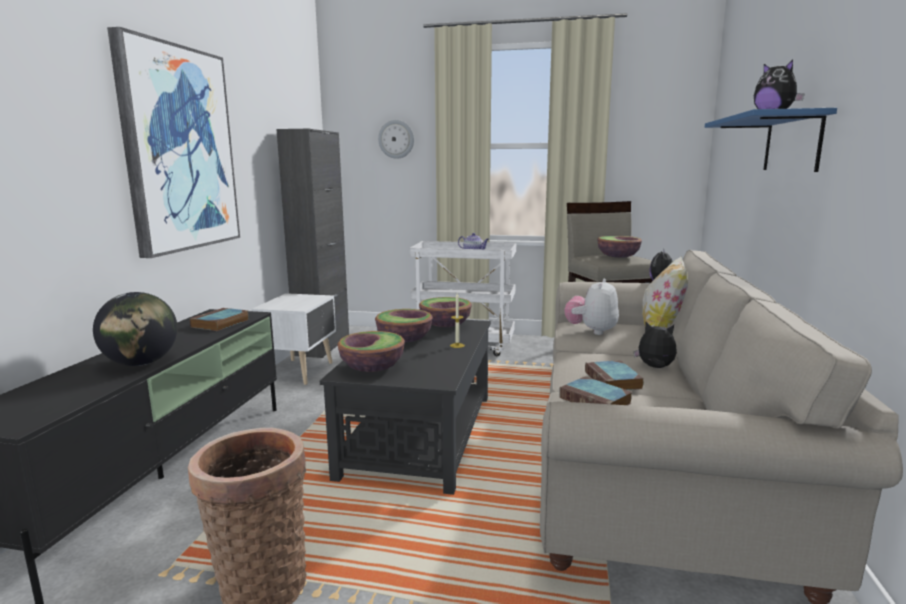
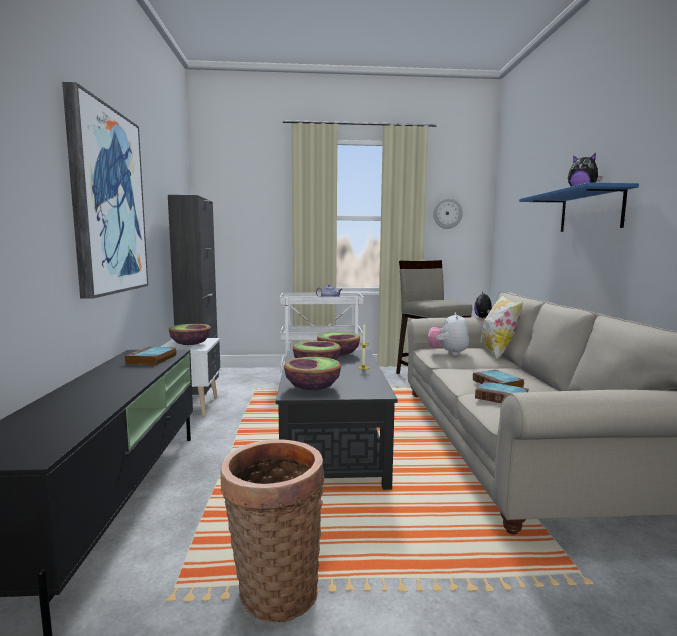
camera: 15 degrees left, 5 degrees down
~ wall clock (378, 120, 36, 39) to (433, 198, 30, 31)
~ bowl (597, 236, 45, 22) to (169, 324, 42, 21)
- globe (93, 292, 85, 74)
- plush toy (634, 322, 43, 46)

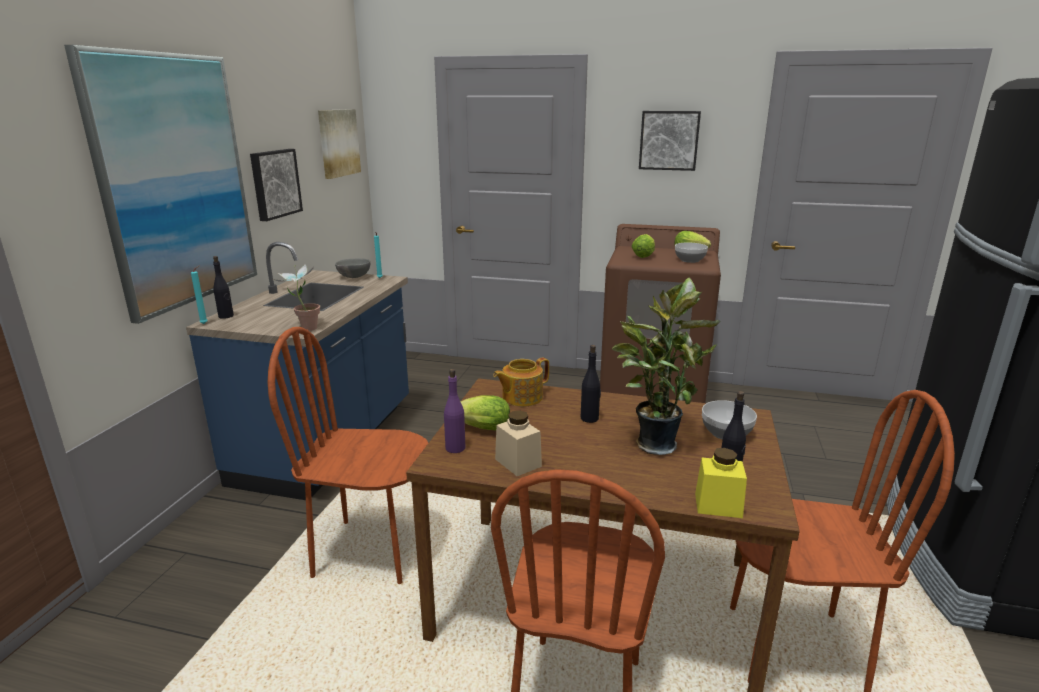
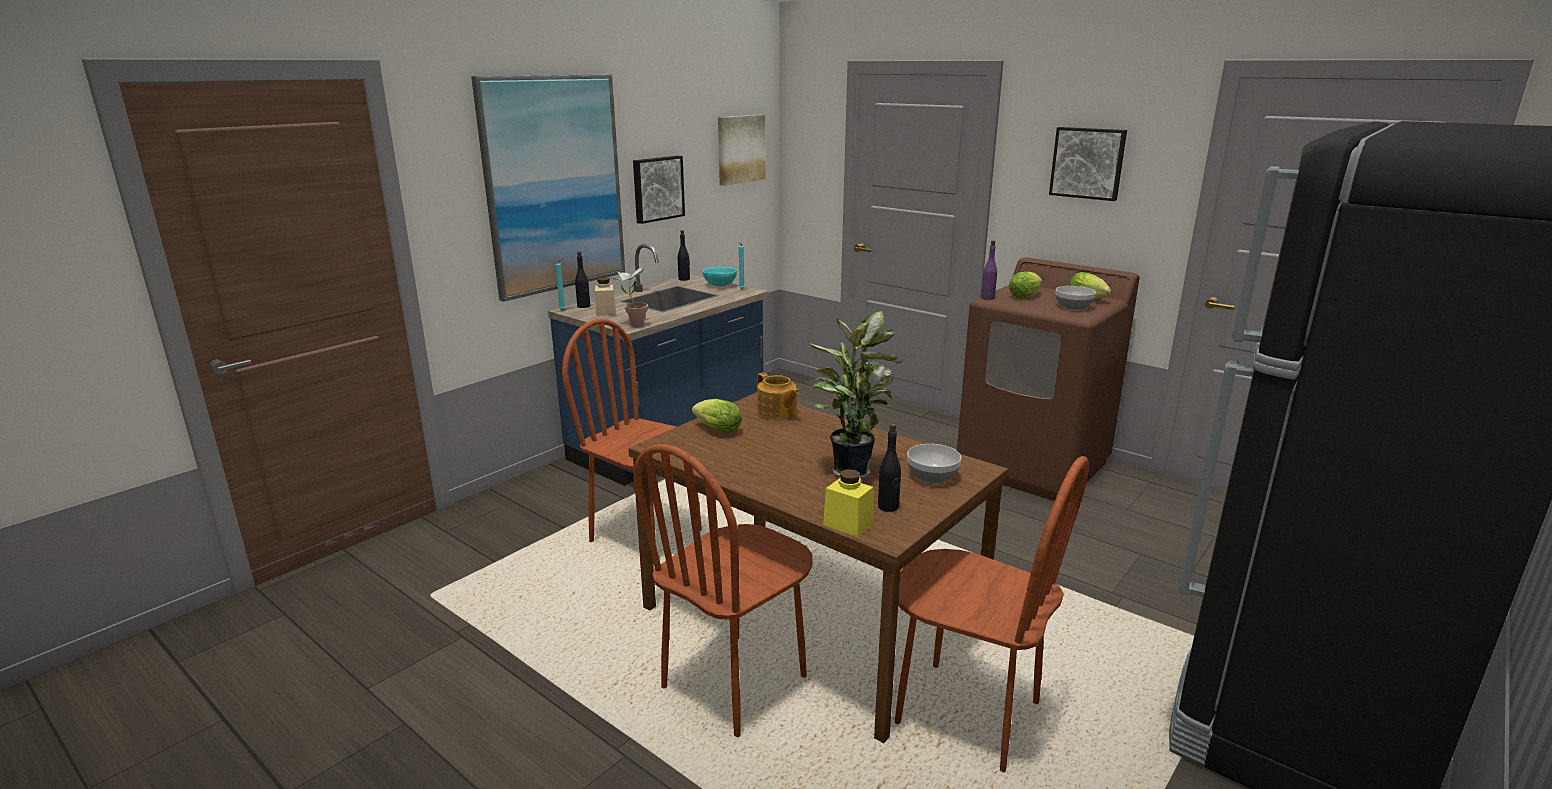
camera: 25 degrees right, 0 degrees up
~ grey bowl (335, 258, 35, 20) to turquoise bowl (703, 267, 34, 19)
~ black bottle (581, 345, 20, 78) to (678, 230, 12, 51)
~ teapot (493, 358, 56, 49) = (757, 372, 42, 49) 120 degrees counterclockwise
~ purple bottle (444, 369, 21, 84) to (981, 240, 16, 60)
~ beige jar (495, 411, 47, 65) to (595, 277, 21, 39)

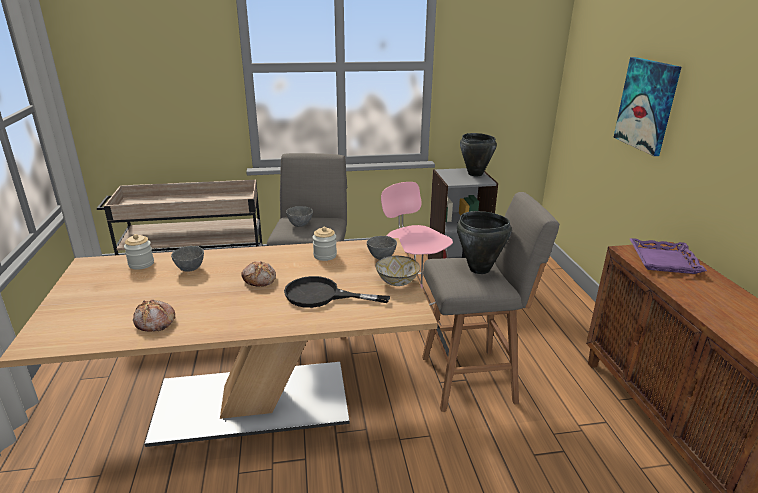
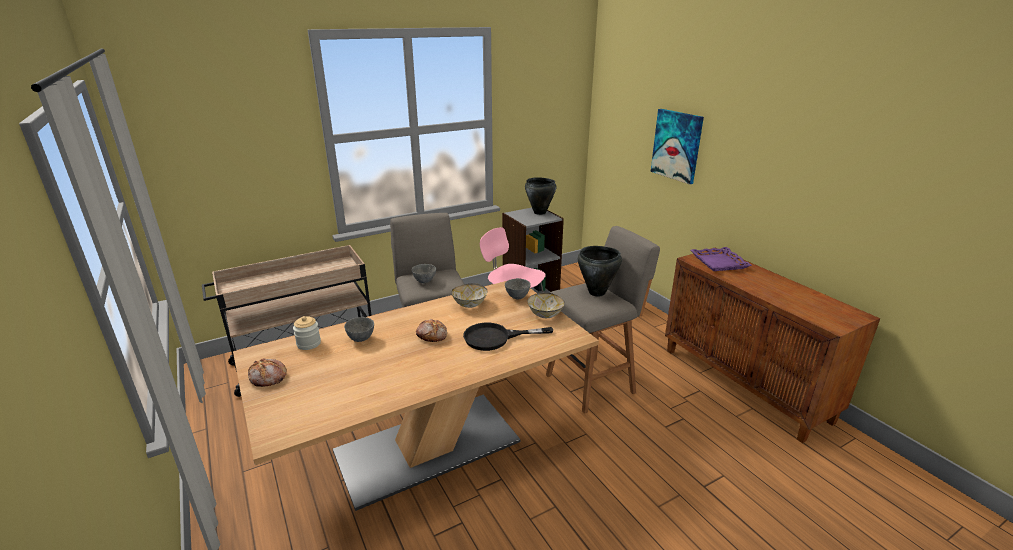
camera: 20 degrees left, 0 degrees up
~ jar (313, 227, 24, 34) to bowl (452, 284, 35, 24)
~ bread (133, 300, 42, 32) to (248, 358, 39, 29)

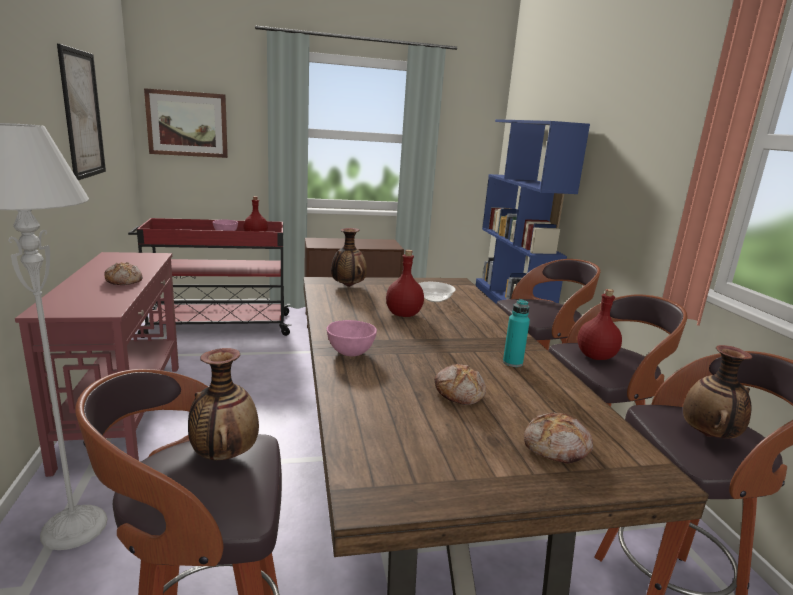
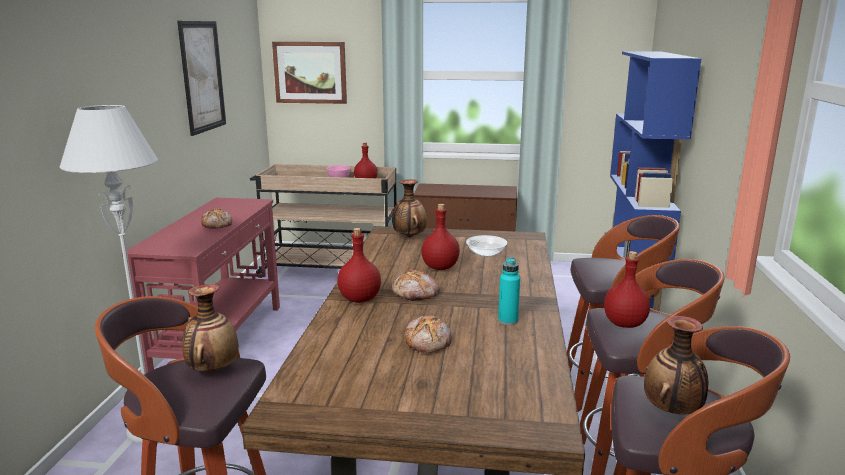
camera: 20 degrees right, 0 degrees up
~ red cart (128, 218, 163, 120) to beige cart (250, 164, 147, 114)
~ pink bowl (327, 320, 50, 36) to red bottle (337, 228, 44, 75)
~ bread (524, 412, 69, 52) to (392, 269, 48, 32)

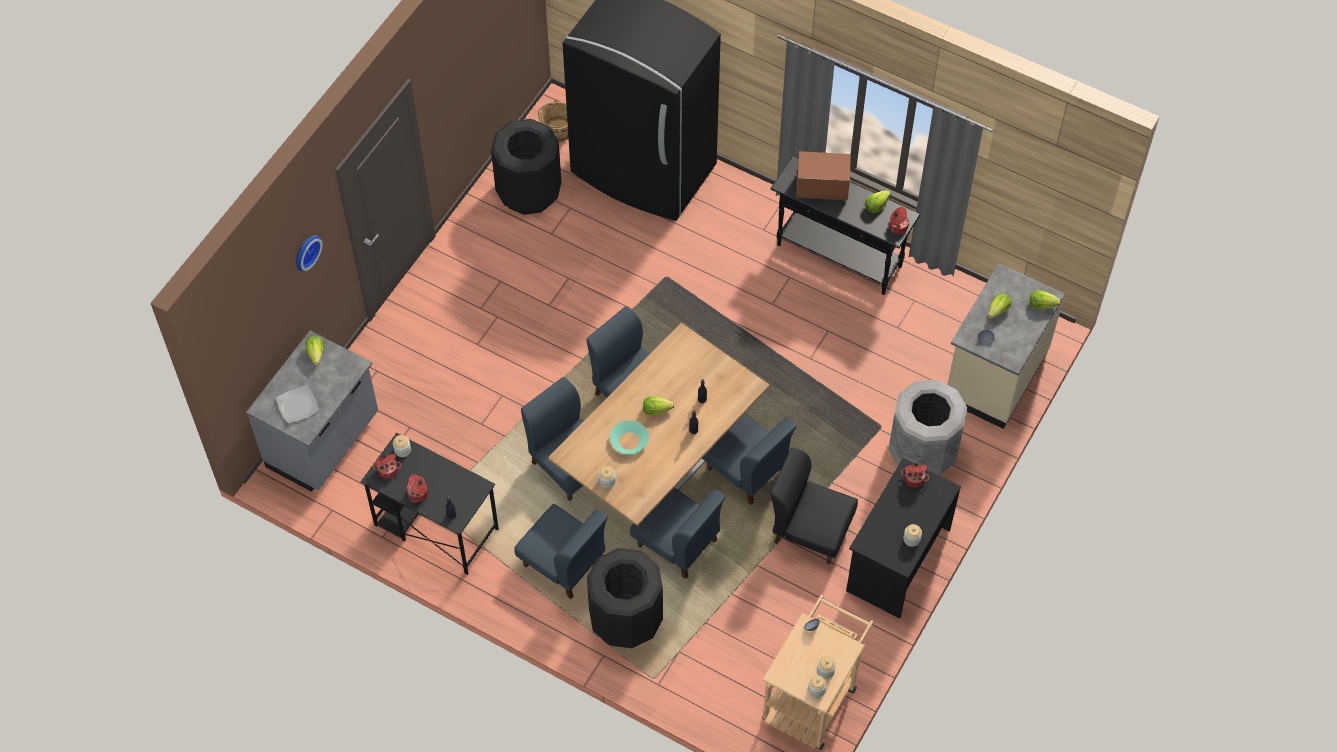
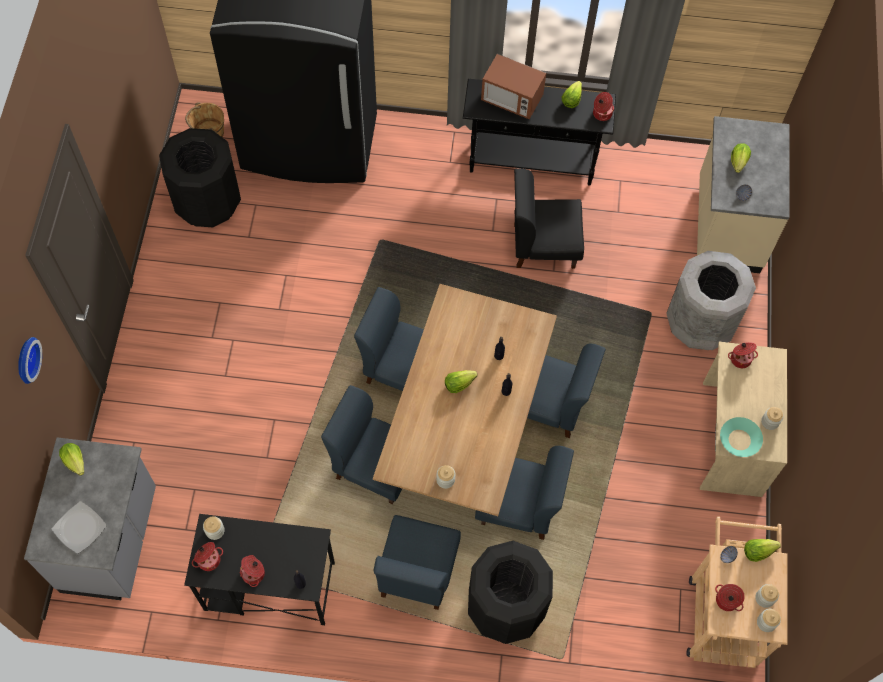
camera: 25 degrees left, 5 degrees up
~ microwave (796, 151, 55, 49) = (481, 54, 65, 65) 135 degrees counterclockwise
~ lettuce (1030, 290, 31, 19) to (744, 539, 37, 23)
~ turquoise bowl (610, 420, 39, 34) to (720, 417, 43, 40)
~ black chair (770, 447, 88, 117) to (514, 168, 70, 101)
~ black desk (846, 458, 115, 160) to beige desk (700, 342, 87, 155)
~ blue chair (514, 504, 94, 95) = (374, 515, 87, 95) 90 degrees clockwise
+ cooking pot (715, 584, 30, 27)

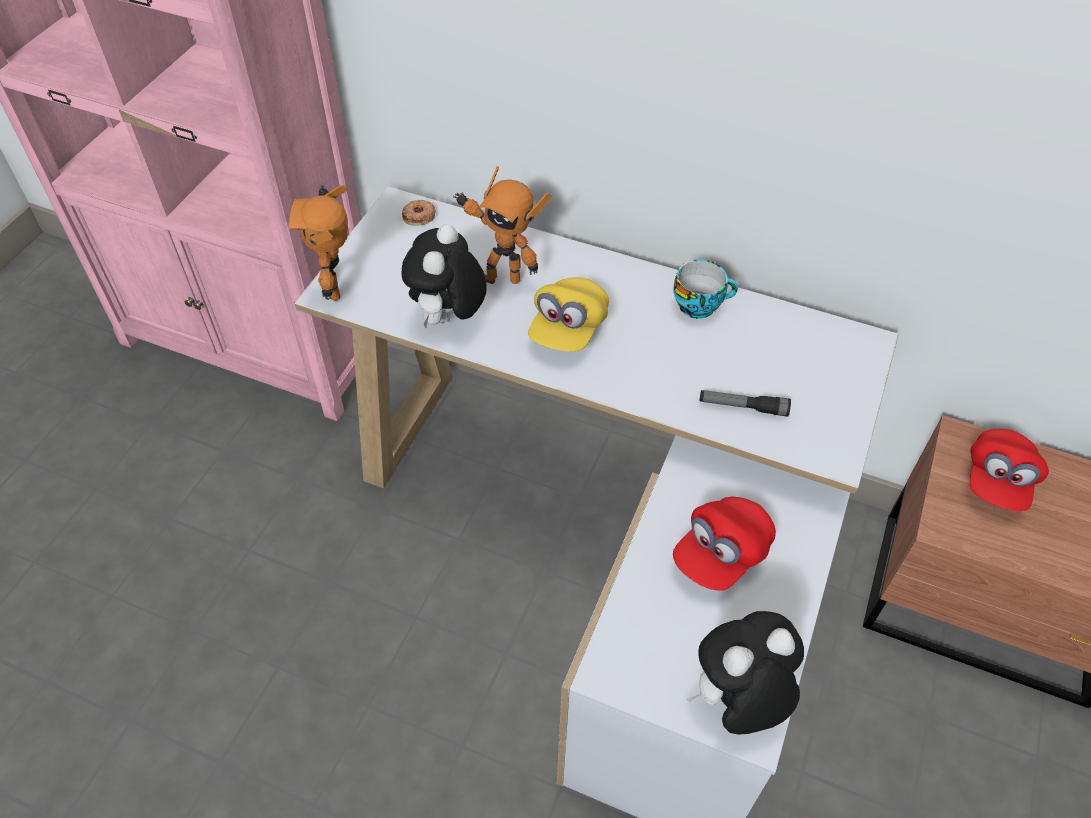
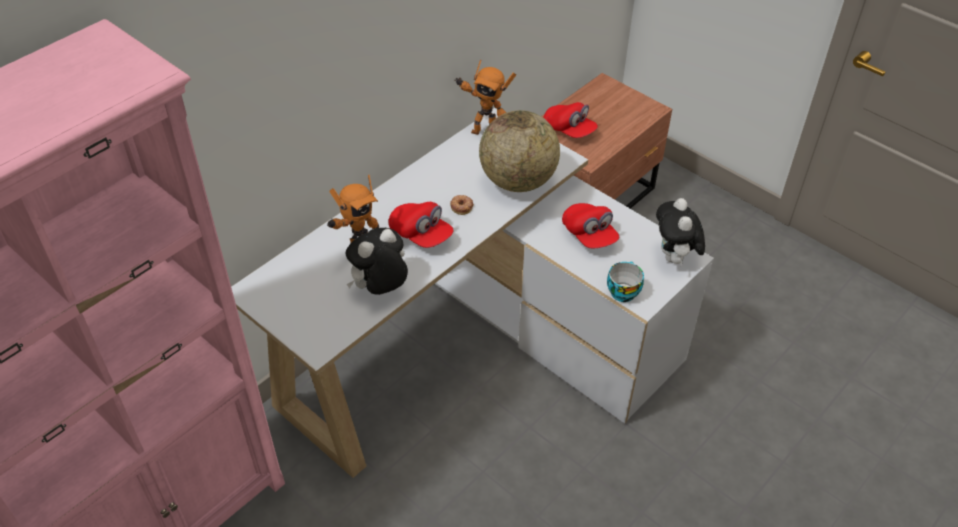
camera: 70 degrees left, 5 degrees down
~ toy robot (288, 184, 60, 117) to (454, 60, 62, 75)
~ donut (402, 200, 34, 26) to (450, 195, 24, 20)
~ plush toy (402, 224, 85, 104) = (346, 228, 62, 67) 105 degrees clockwise
~ cup (673, 259, 65, 60) to (607, 261, 37, 41)
~ yellow cap (528, 277, 81, 75) to red cap (388, 202, 66, 46)
~ flashlight (700, 390, 91, 27) to globe (479, 110, 81, 82)

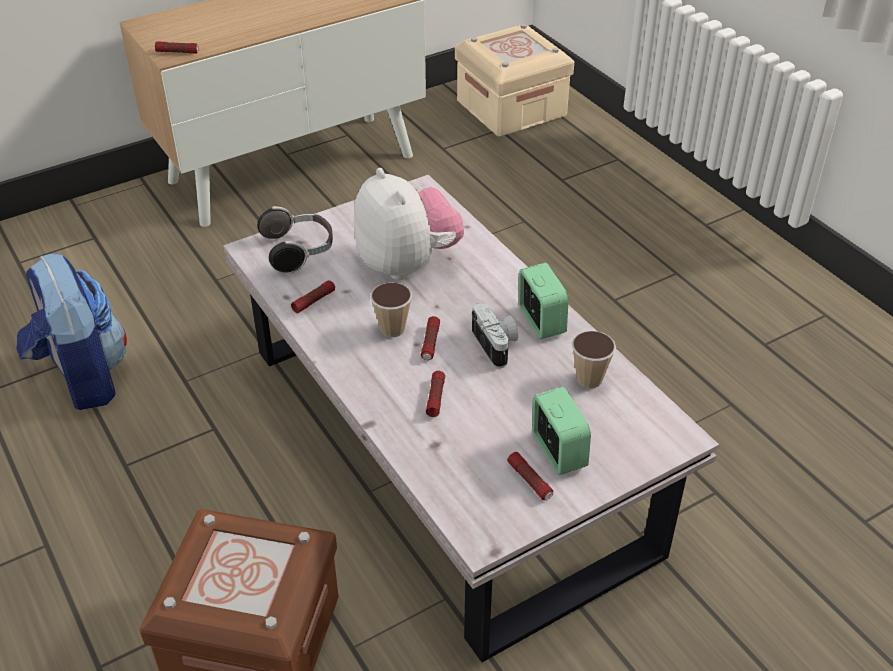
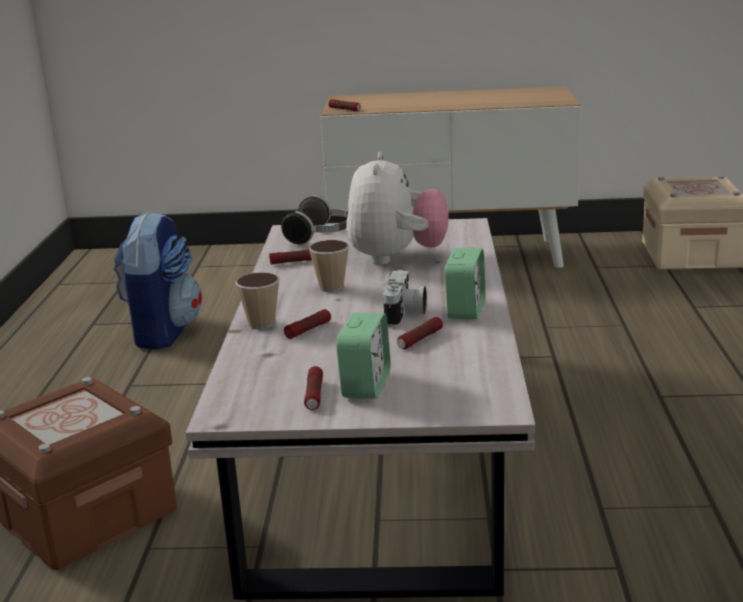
camera: 35 degrees right, 20 degrees down
~ flashlight (421, 316, 19, 44) to (397, 317, 46, 32)
~ cup (572, 331, 44, 57) to (235, 272, 45, 58)

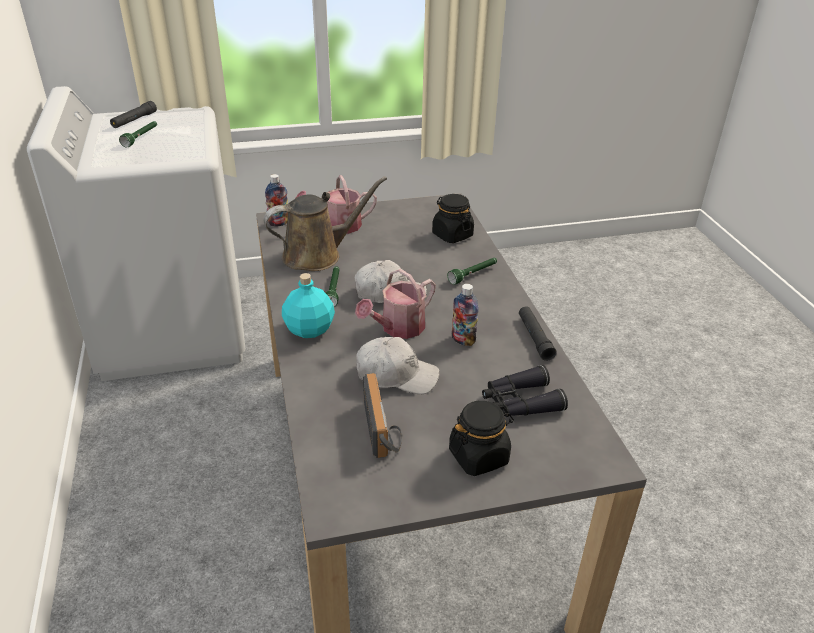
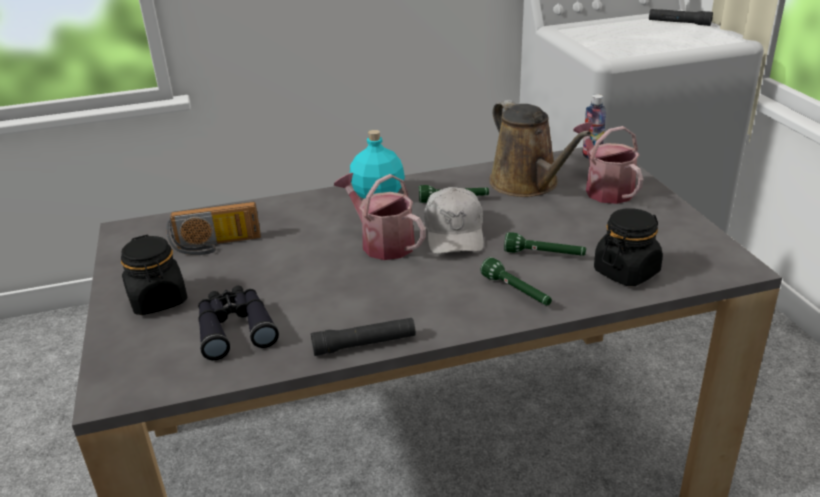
camera: 90 degrees right, 5 degrees down
~ green flashlight (119, 121, 38, 27) to (504, 232, 82, 24)
- bottle (452, 284, 26, 62)
- white cap (356, 337, 84, 57)

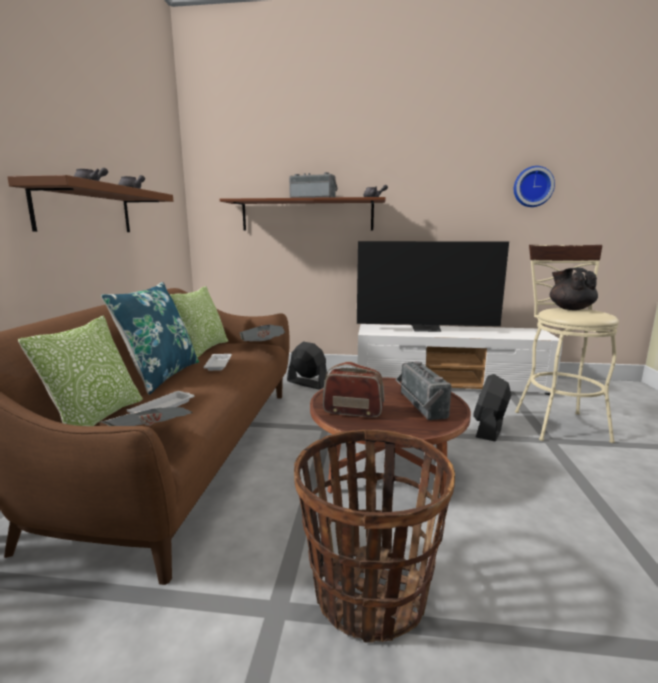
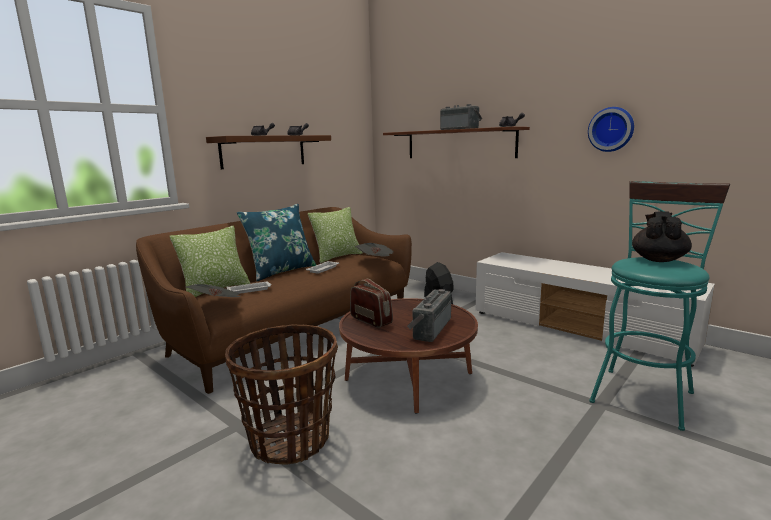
camera: 35 degrees right, 0 degrees up
~ wall clock (514, 166, 41, 41) to (588, 107, 46, 45)
- television (357, 241, 152, 91)
~ beige stool (515, 245, 104, 198) to turquoise stool (589, 181, 141, 250)
- black fan (473, 374, 38, 68)

